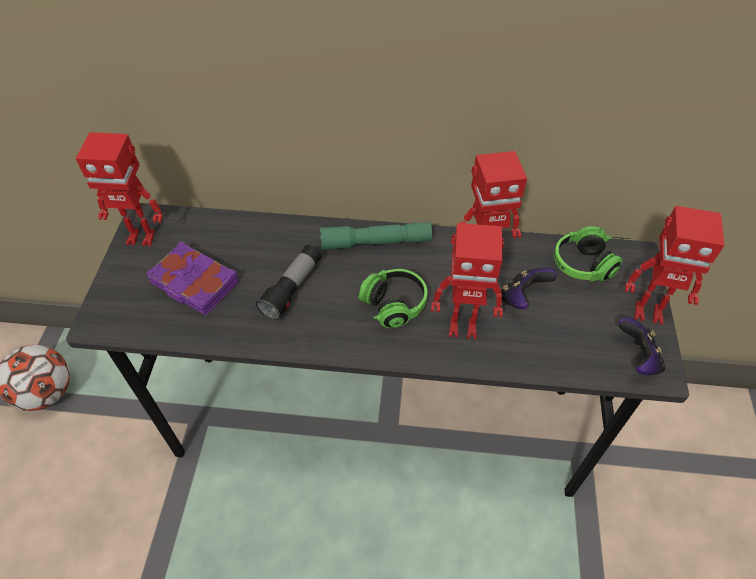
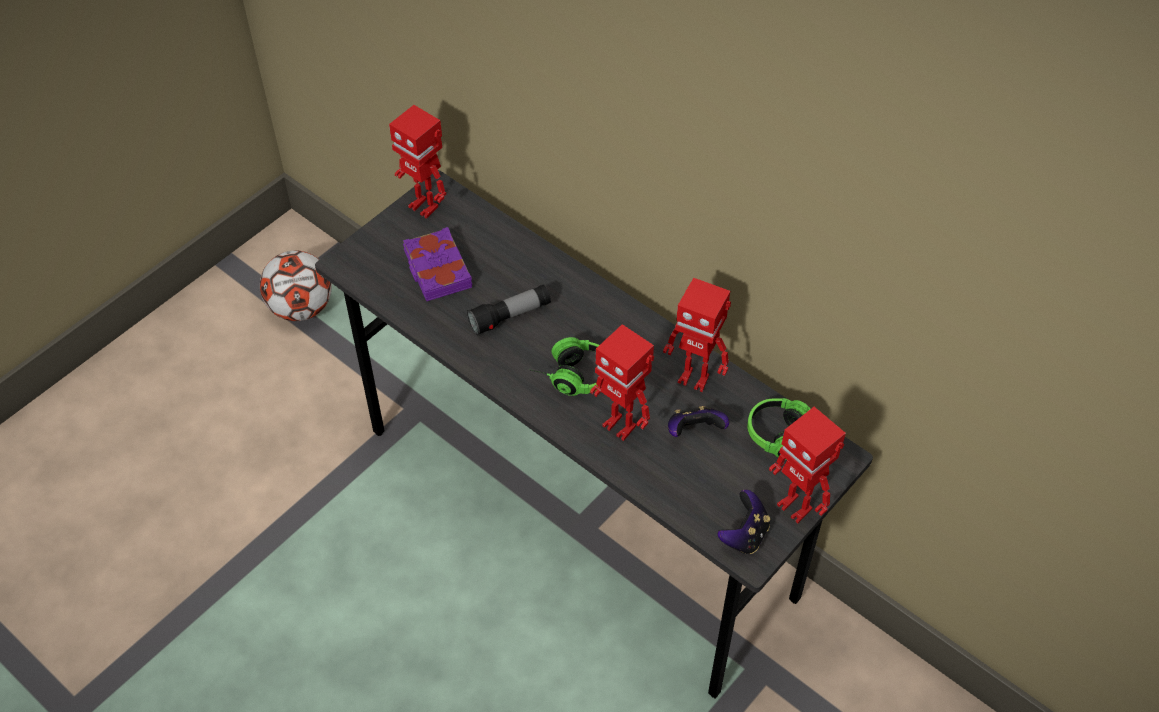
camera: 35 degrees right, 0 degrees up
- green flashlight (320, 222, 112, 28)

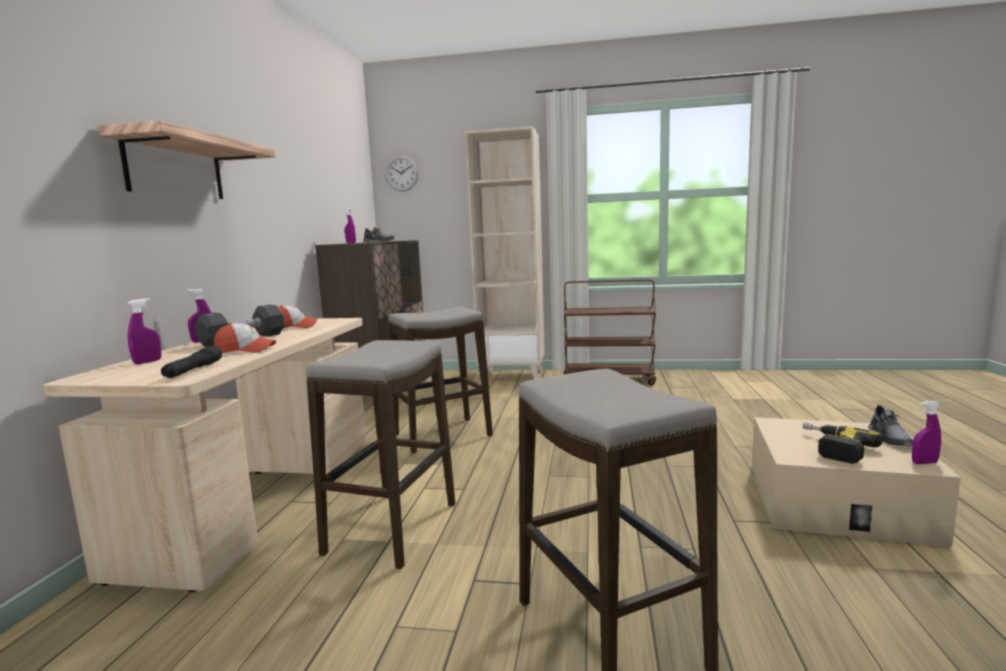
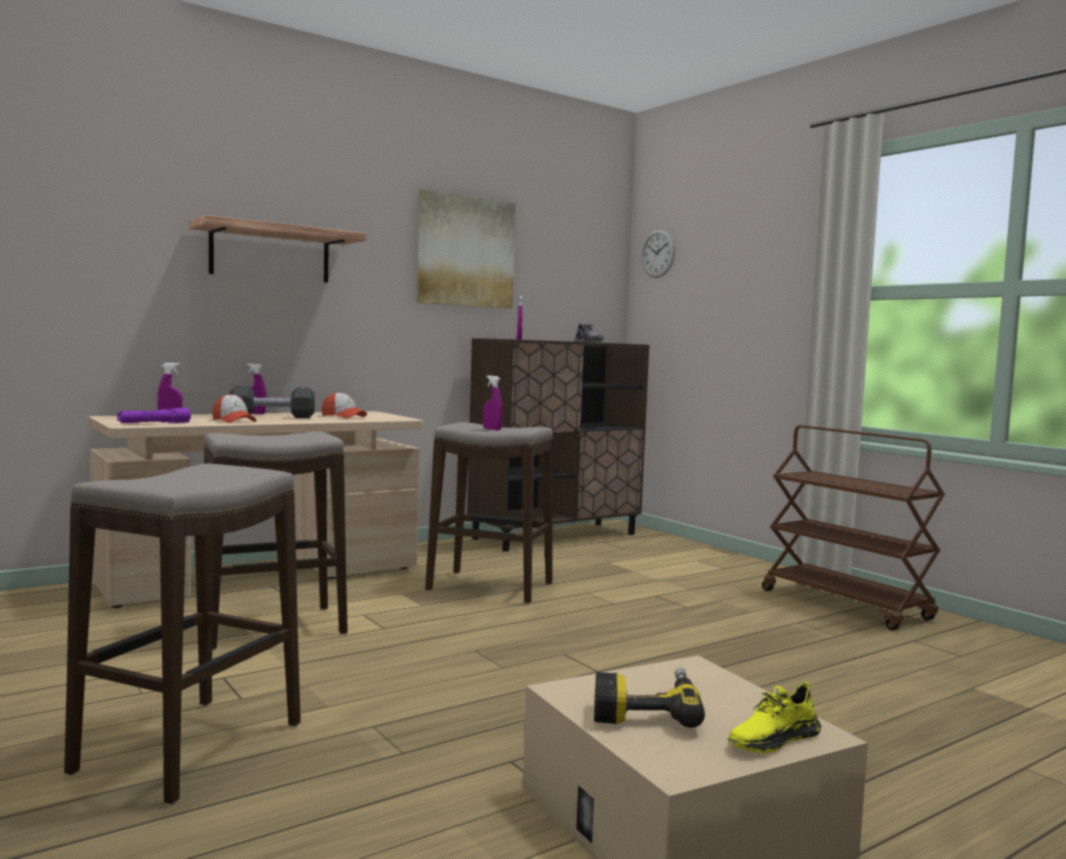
camera: 45 degrees right, 5 degrees down
- beige bookcase (465, 126, 80, 258)
~ black flashlight (161, 345, 61, 33) to purple flashlight (117, 408, 74, 15)
~ purple spray bottle (912, 401, 29, 63) to (483, 375, 20, 55)
~ grey shoe (868, 405, 45, 41) to yellow shoe (728, 681, 93, 72)
+ picture (417, 189, 99, 120)

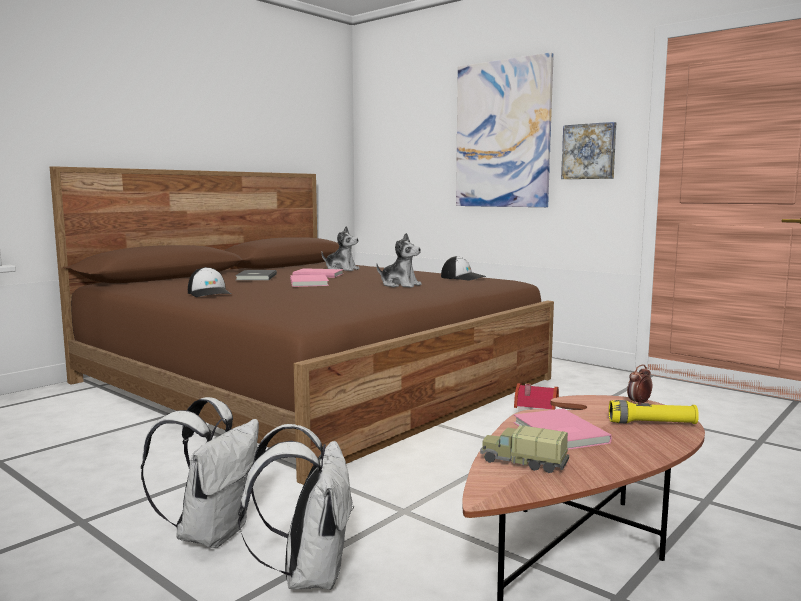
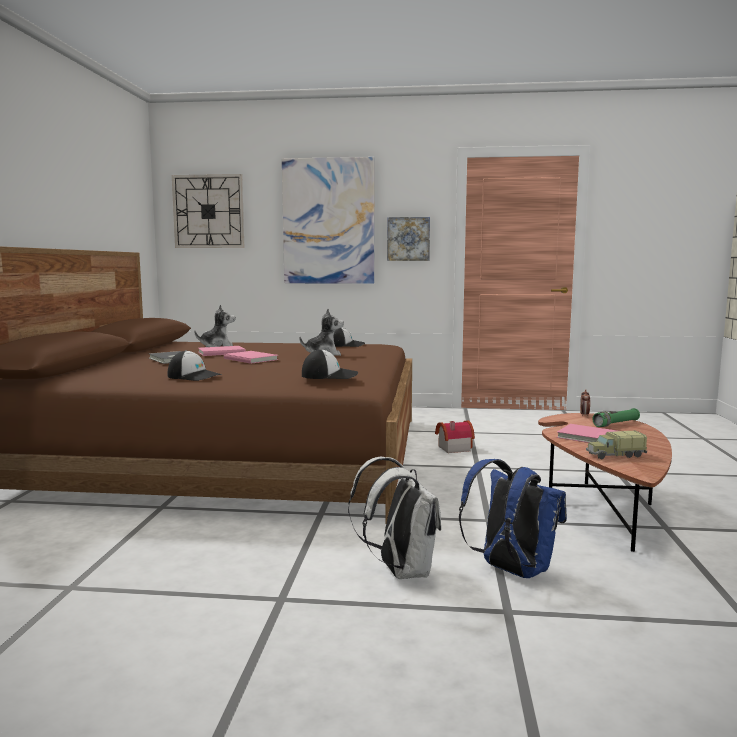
camera: 35 degrees left, 0 degrees up
~ yellow flashlight (609, 400, 90, 24) to green flashlight (592, 408, 48, 19)
~ white backpack (238, 424, 116, 166) to blue backpack (459, 459, 108, 119)
+ wall clock (172, 174, 72, 74)
+ cap (302, 349, 56, 30)

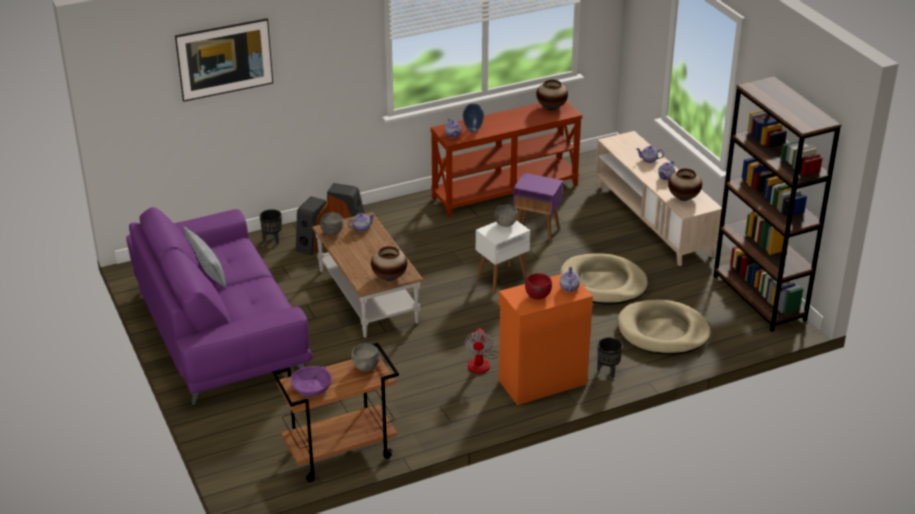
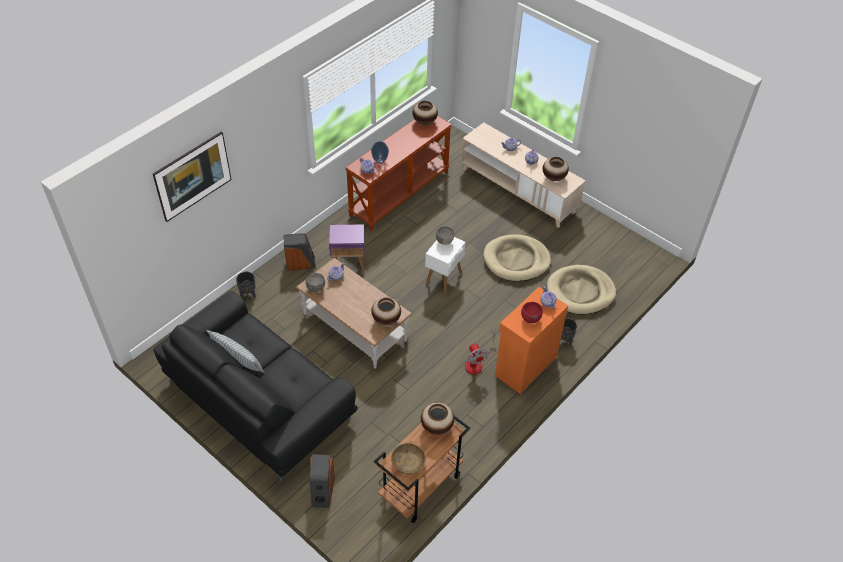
camera: 25 degrees left, 15 degrees up
- brown bookcase (713, 76, 129, 256)
~ purple side table (513, 173, 50, 70) to (329, 224, 36, 50)
~ speaker (296, 196, 33, 59) to (310, 454, 25, 54)
~ purple sofa (126, 207, 187, 198) to black sofa (153, 291, 205, 191)
~ grey bowl (351, 343, 28, 28) to vase (421, 402, 33, 33)
~ purple bowl (290, 366, 42, 30) to brown bowl (391, 441, 35, 33)

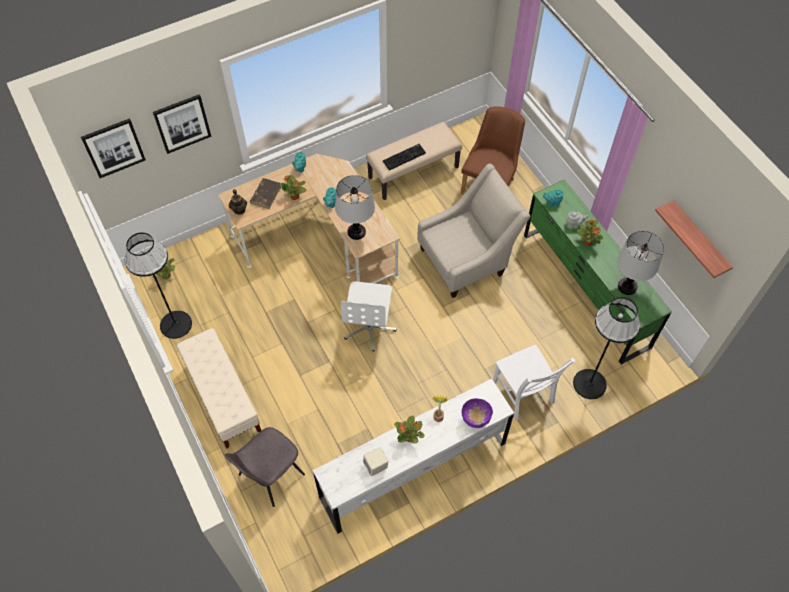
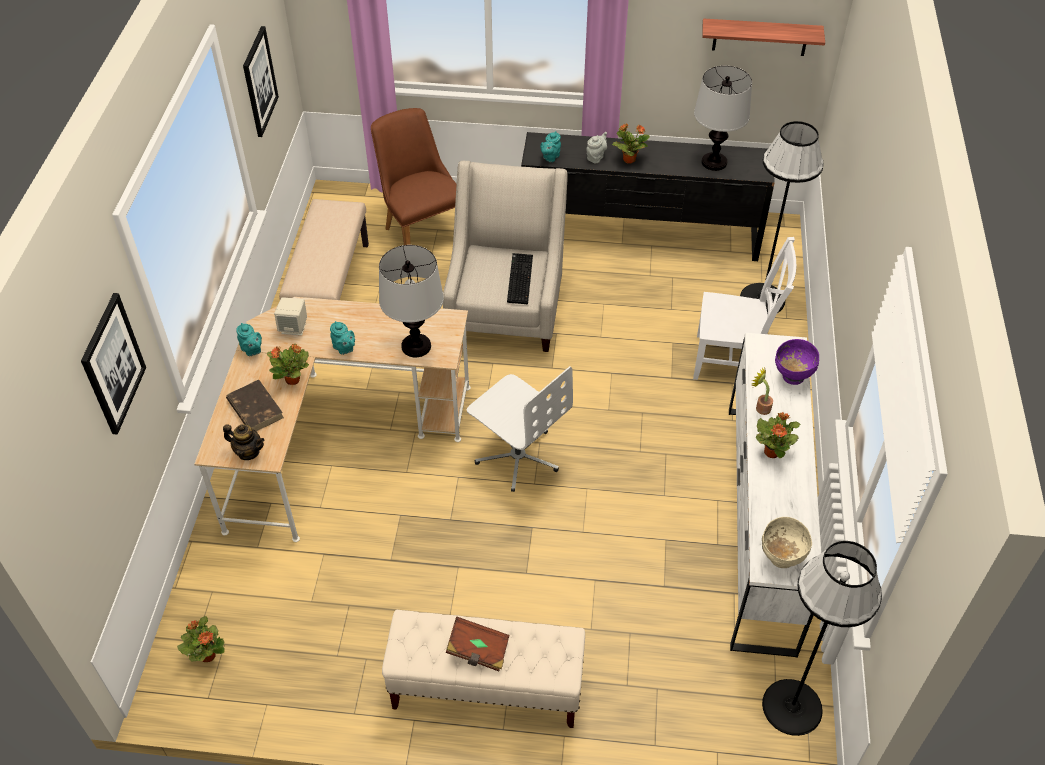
camera: 55 degrees left, 10 degrees down
~ picture (81, 118, 65, 60) to (243, 26, 36, 111)
~ keyboard (383, 144, 43, 26) to (507, 253, 26, 51)
~ green dresser (524, 180, 148, 185) to black dresser (521, 132, 254, 129)
~ black floor lamp (125, 232, 67, 107) to (762, 541, 120, 195)
- grey chair (225, 427, 80, 80)
~ beige speaker (363, 447, 25, 29) to (274, 297, 33, 39)
+ beige bowl (762, 517, 50, 51)
+ brown book (446, 617, 64, 54)

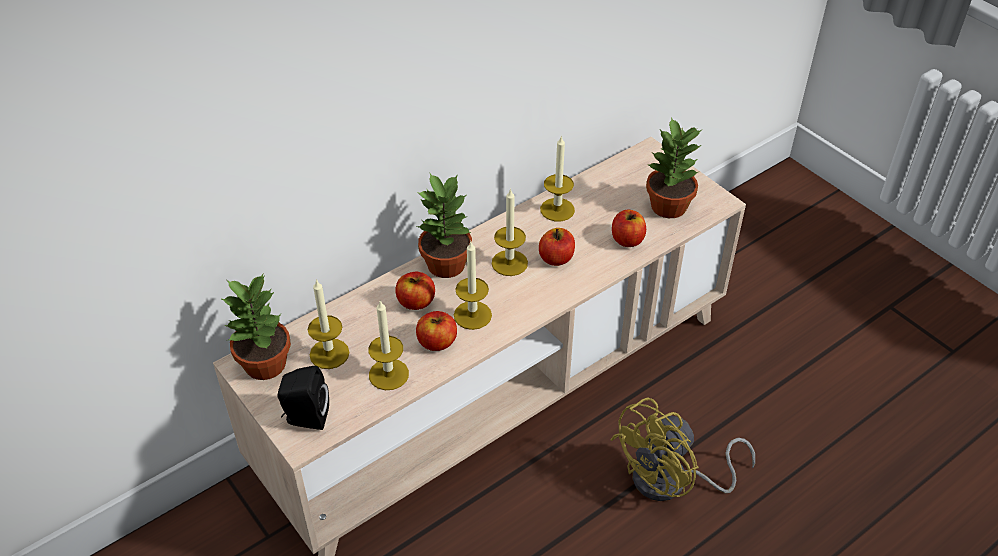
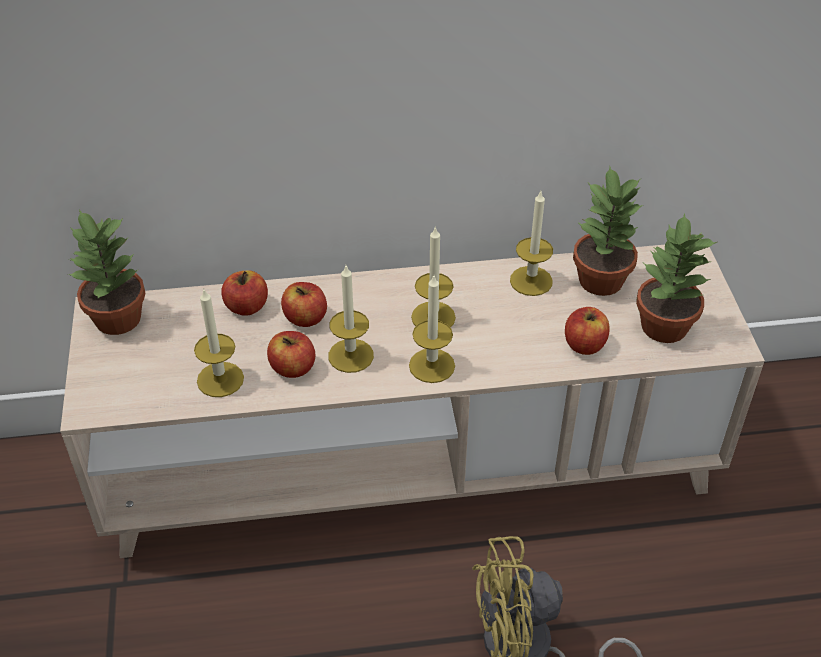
camera: 30 degrees right, 0 degrees up
~ potted plant (417, 174, 55, 104) to (573, 166, 70, 130)
~ apple (539, 228, 36, 38) to (221, 270, 47, 46)
~ candle (308, 279, 41, 90) to (409, 274, 46, 109)
- black speaker (277, 366, 52, 64)

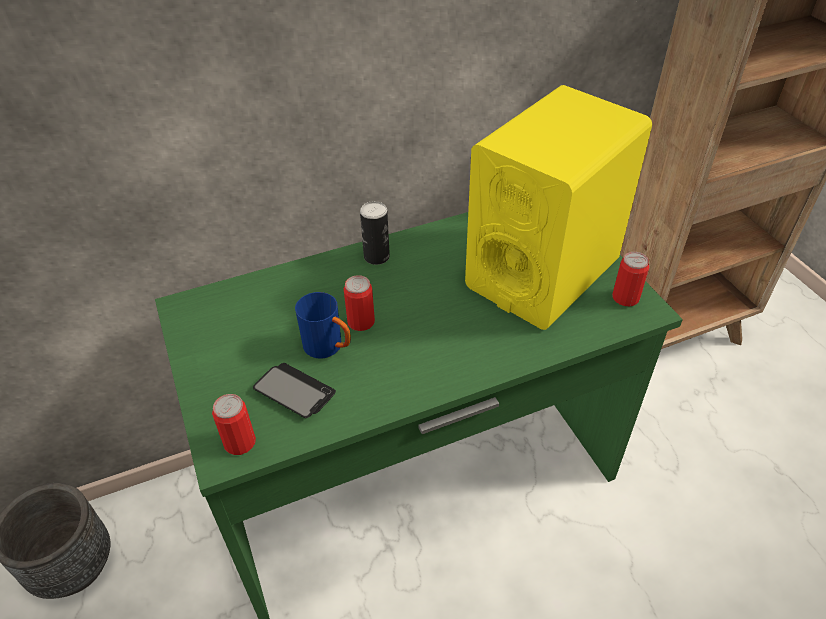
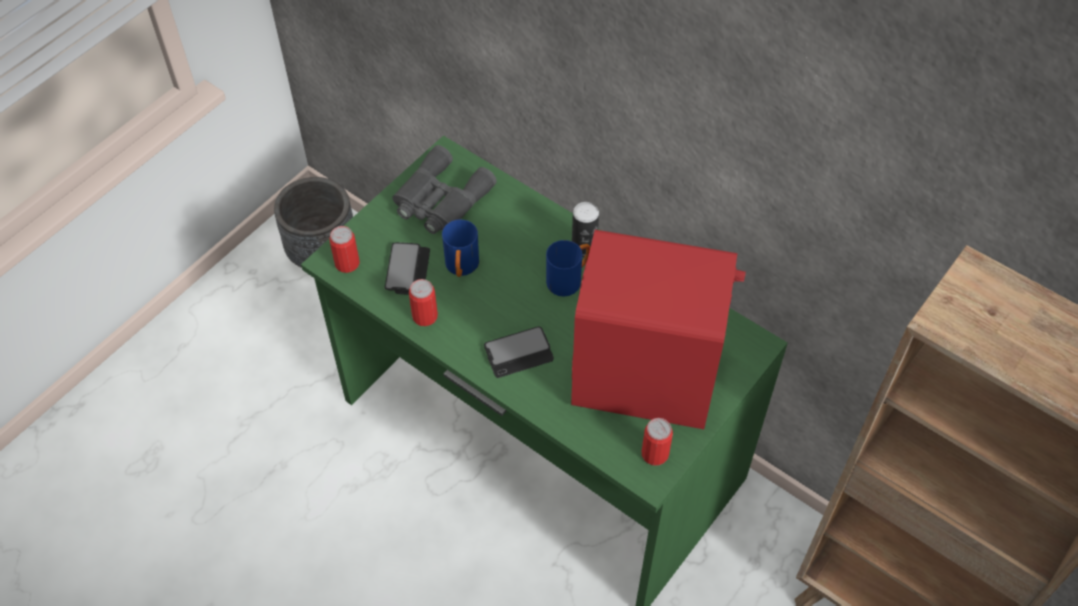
camera: 60 degrees right, 10 degrees up
~ yellow speaker (465, 85, 187, 245) to red speaker (571, 230, 175, 199)
~ can (344, 275, 31, 56) to (409, 279, 29, 47)
+ grey binoculars (392, 145, 105, 89)
+ blue mug (546, 240, 44, 57)
+ phone (484, 326, 70, 52)

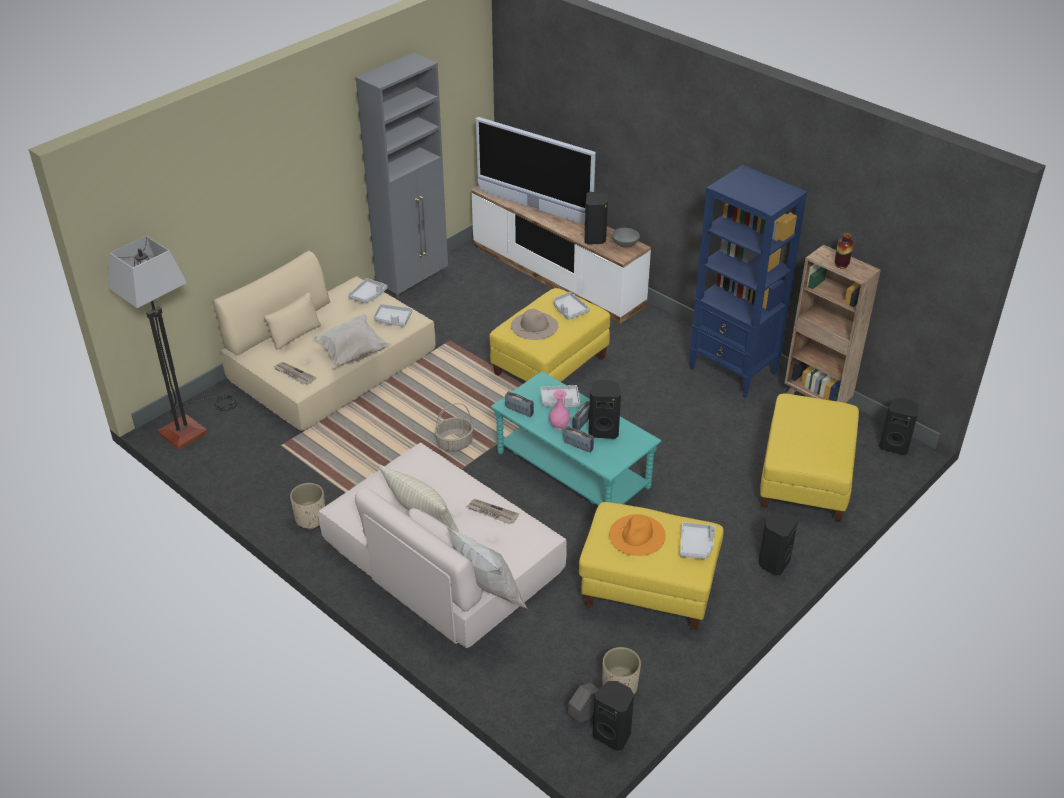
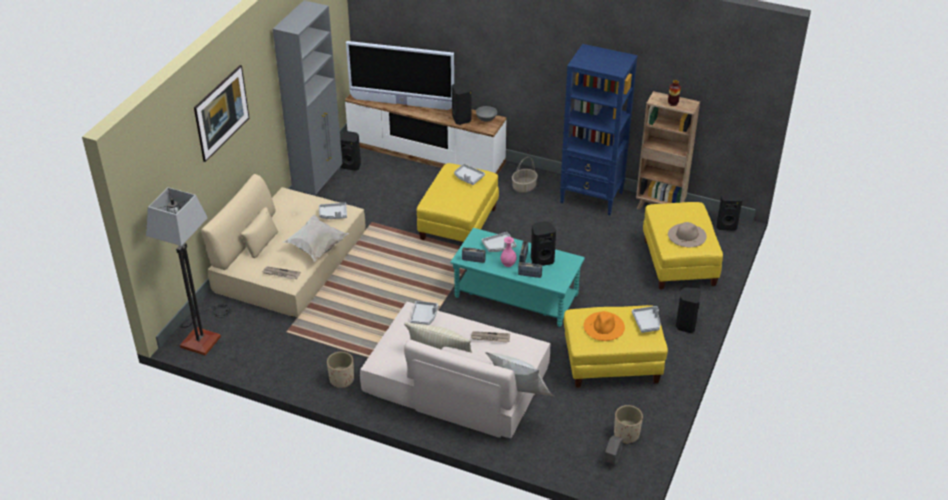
camera: 20 degrees left, 0 degrees up
~ grey tray (348, 278, 39, 25) to (410, 301, 28, 24)
~ beige hat (511, 309, 47, 31) to (668, 222, 39, 25)
~ basket (434, 403, 40, 48) to (512, 157, 26, 36)
~ black speaker (593, 681, 41, 70) to (340, 131, 21, 40)
+ picture (194, 65, 55, 97)

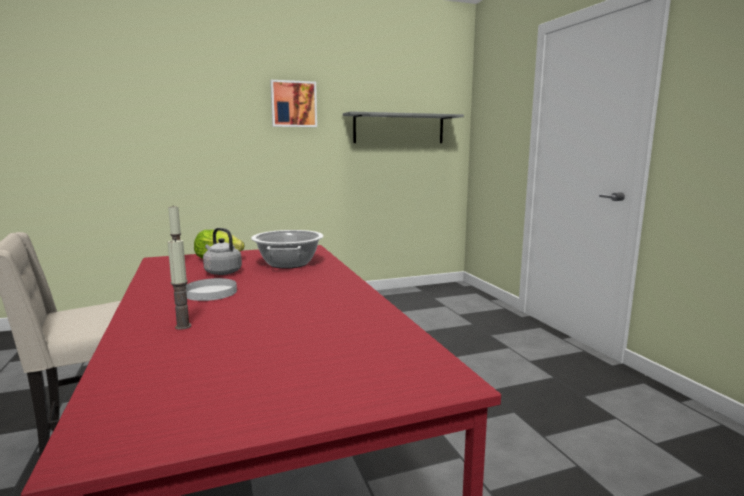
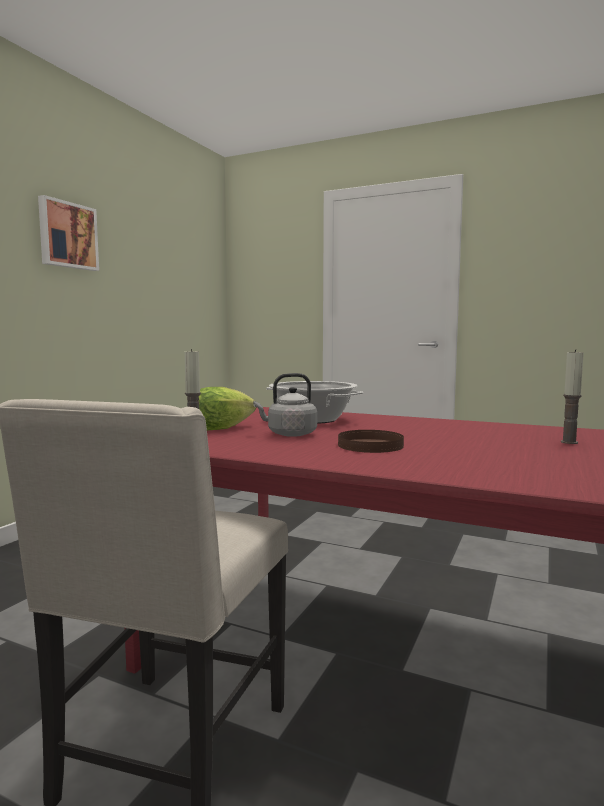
camera: 45 degrees left, 5 degrees down
- grey shelf (343, 111, 121, 32)
~ candle (167, 238, 24, 92) to (561, 349, 23, 95)
~ white plate (186, 278, 51, 23) to brown plate (338, 430, 66, 23)

